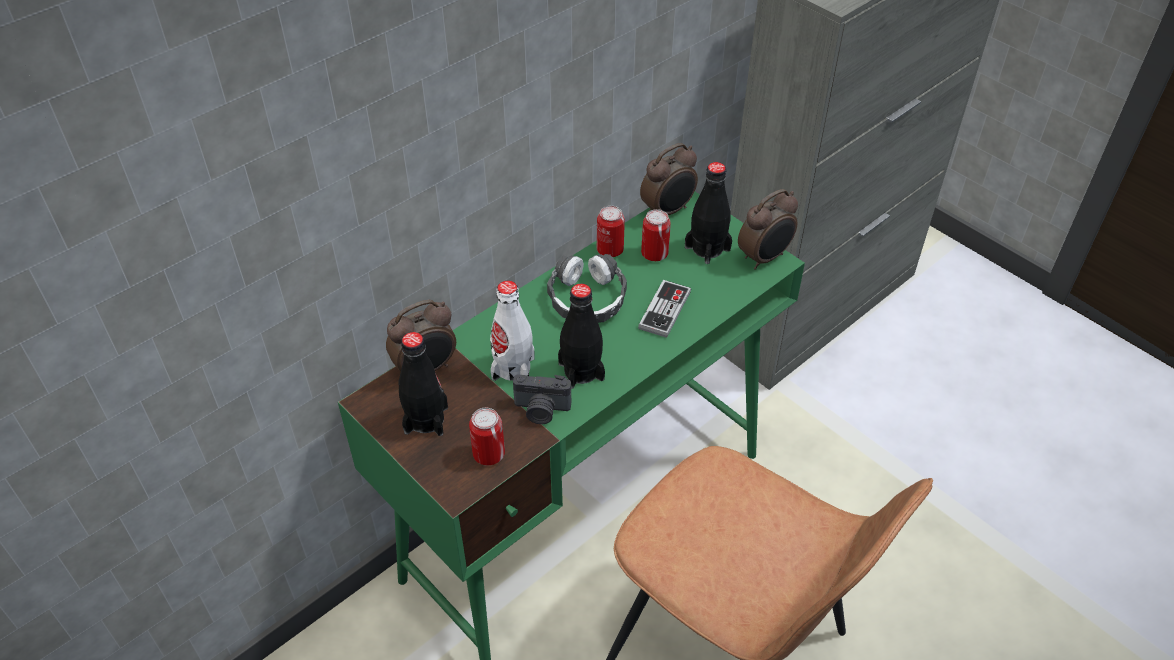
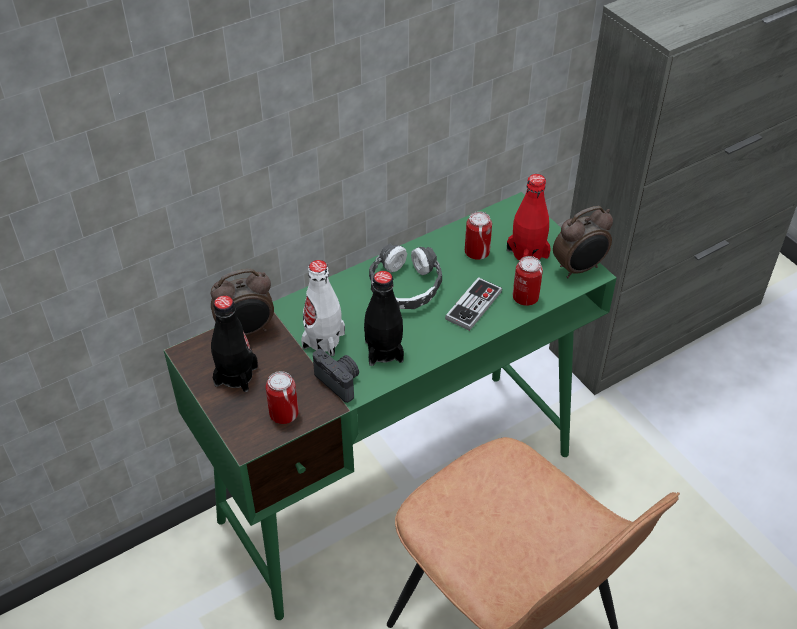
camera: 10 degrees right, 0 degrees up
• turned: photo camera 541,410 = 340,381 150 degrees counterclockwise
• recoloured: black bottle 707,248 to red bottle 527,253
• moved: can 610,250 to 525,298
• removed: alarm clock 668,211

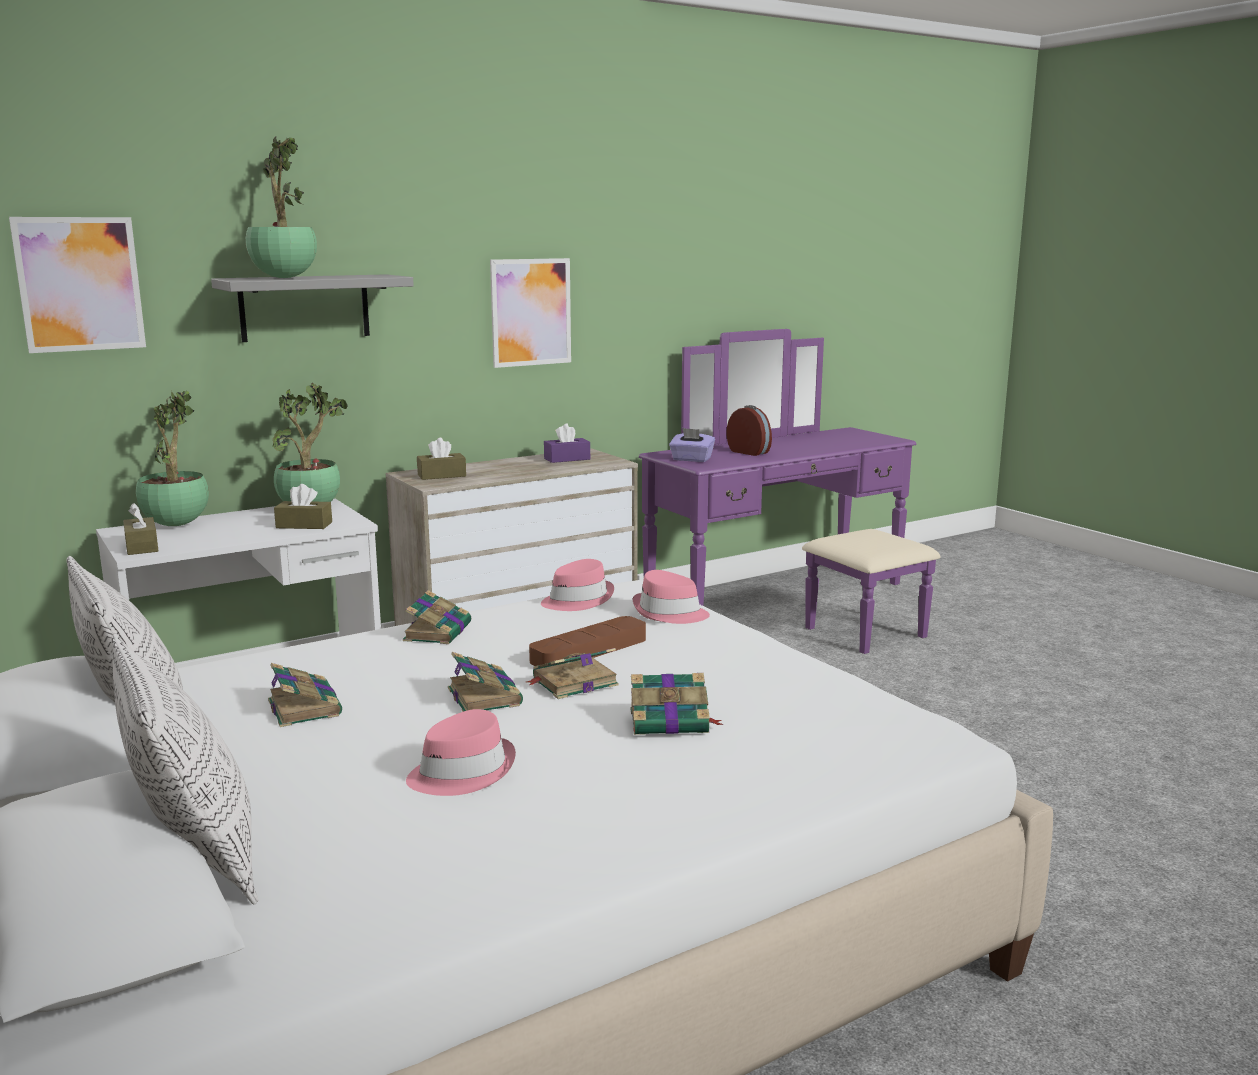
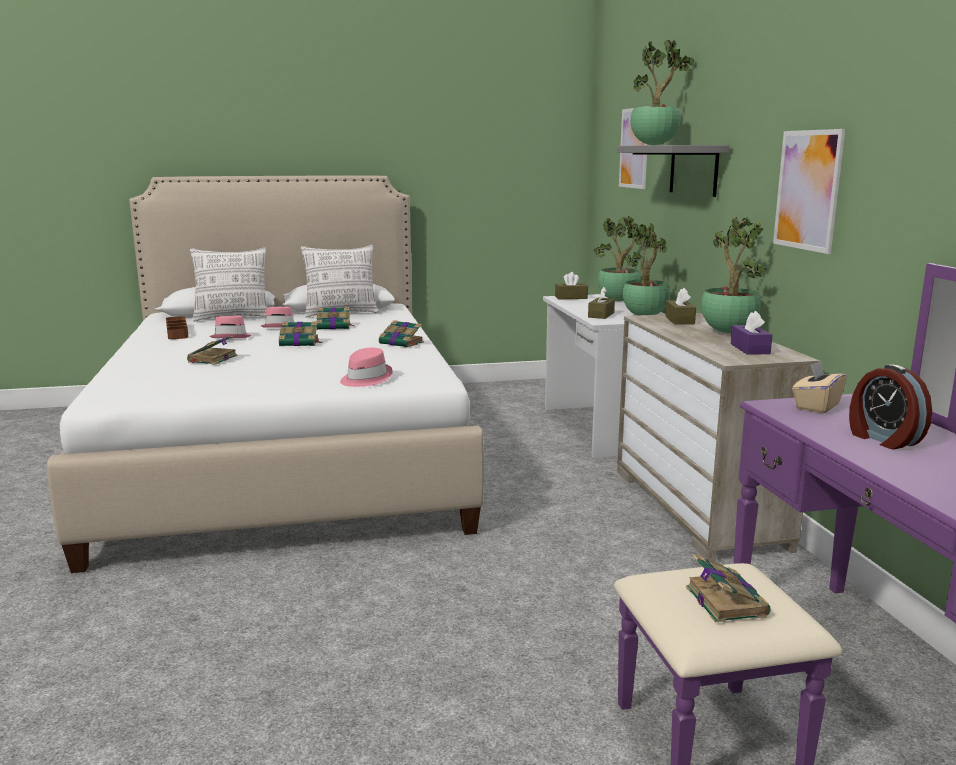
camera: 110 degrees right, 0 degrees up
• moved: brown tray 589,650 to 177,331
• moved: pink hat 577,600 to 281,326
• moved: book 573,682 to 725,600
• added: potted plant 727,332
• recoloured: purple tissue box 691,459 to beige tissue box 816,406
• turned: alarm clock 749,452 = 883,439 90 degrees clockwise

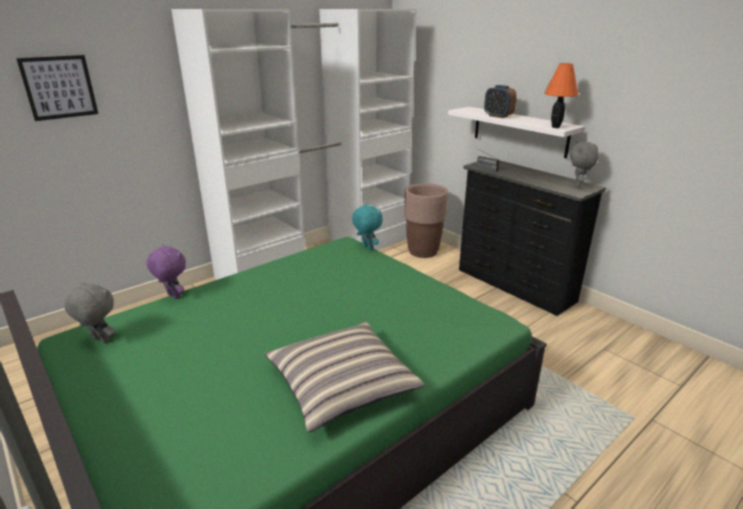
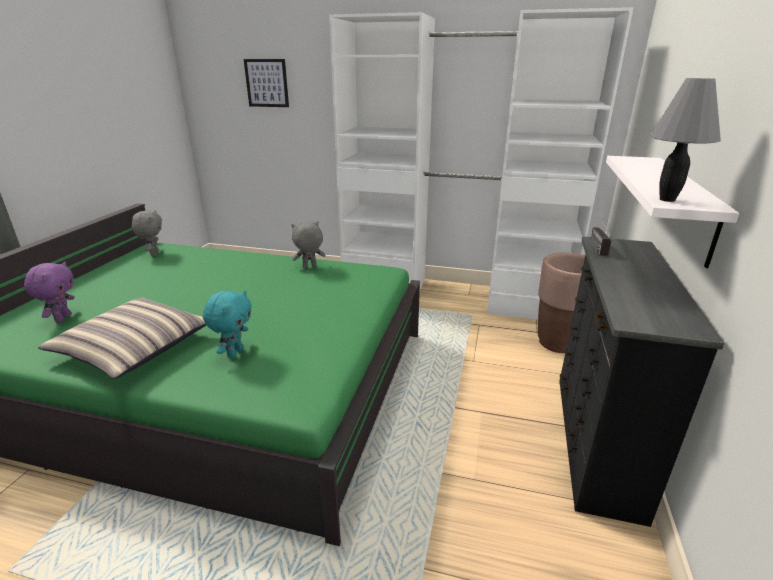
camera: 55 degrees right, 0 degrees up
• moved: purple plush toy 172,296 to 62,318
• moved: turquoise plush toy 367,247 to 234,352
• moved: grey plush toy 578,186 to 309,267
• recoloured: orange table lamp 556,127 to grey table lamp 667,200
• removed: alarm clock 498,116

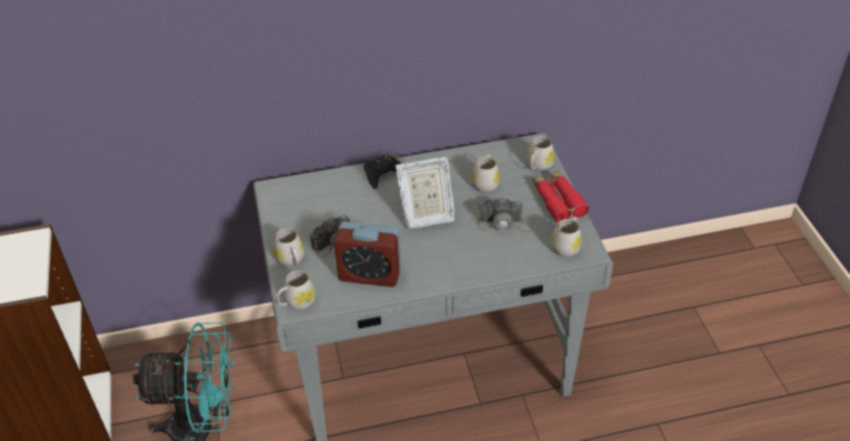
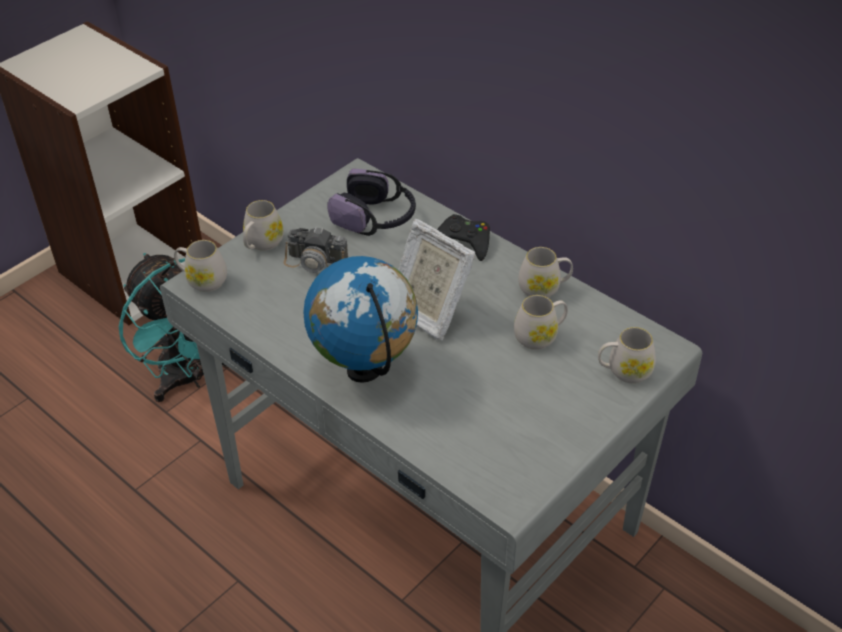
camera: 55 degrees right, 0 degrees up
• added: globe 365,370
• added: headphones 376,218
• moved: white mug 567,245 to 544,288
• removed: alarm clock 370,274
• removed: photo camera 505,223
• removed: red binoculars 557,201

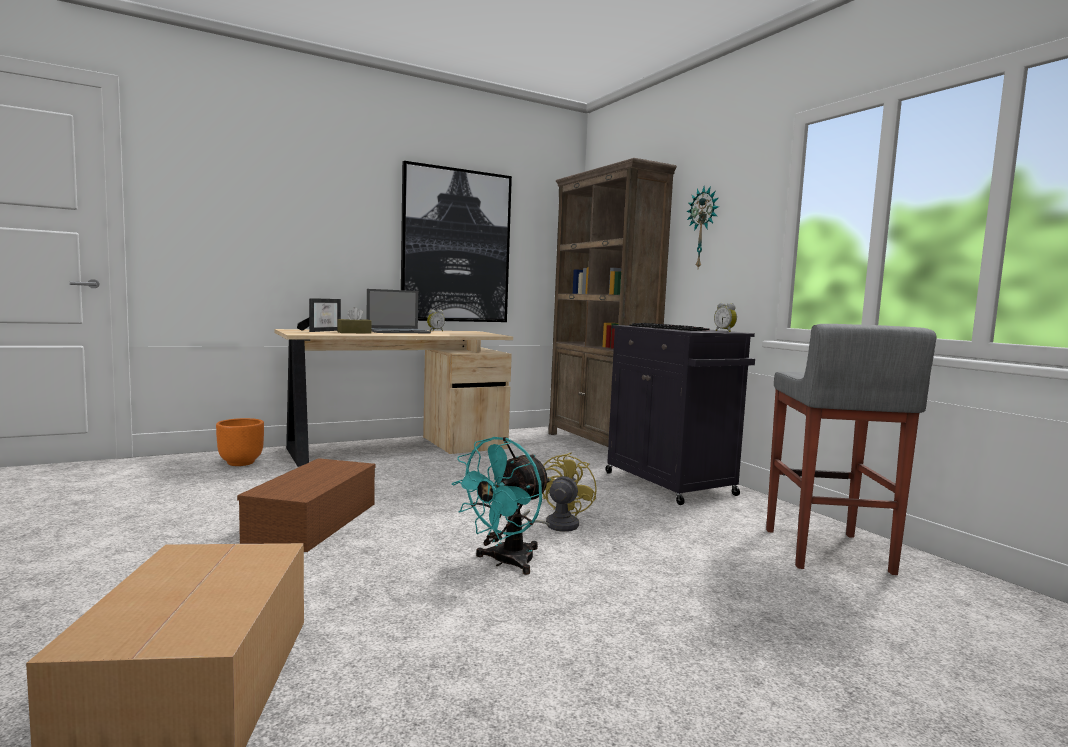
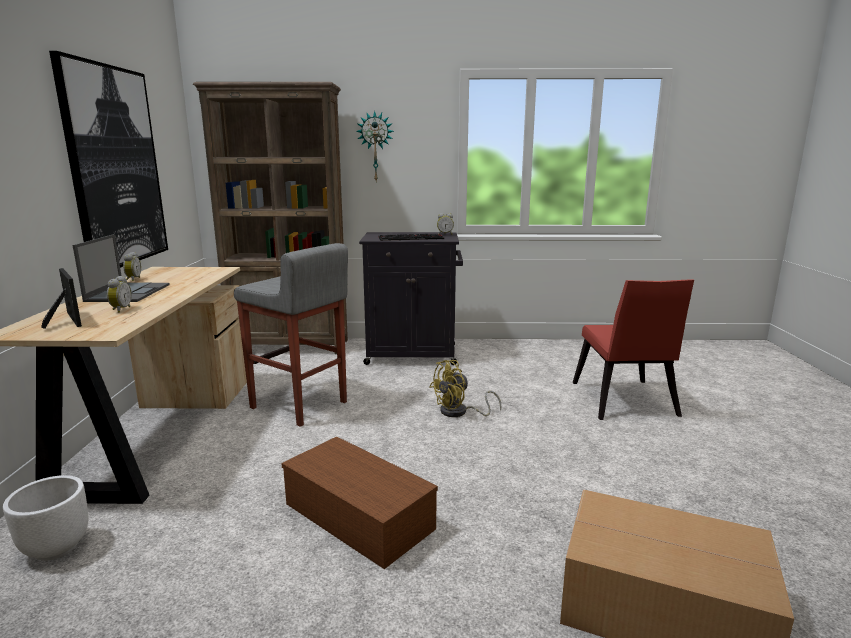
camera: 60 degrees left, 10 degrees up
• recoloured: orange planter 241,463 to white planter 57,548
• replaced: brown tissue box 354,332 to alarm clock 120,310
• moved: grey stool 825,551 to 299,405
• turned: yellow fan 554,526 = 459,412 90 degrees counterclockwise
• added: red chair 624,402
• removed: turquoise fan 505,562

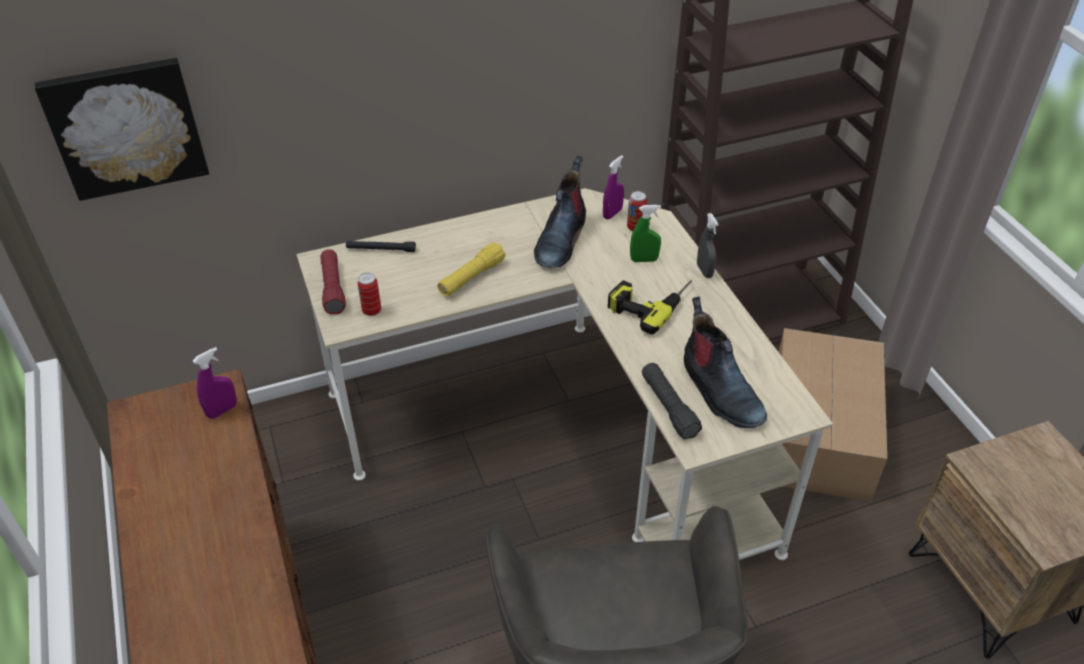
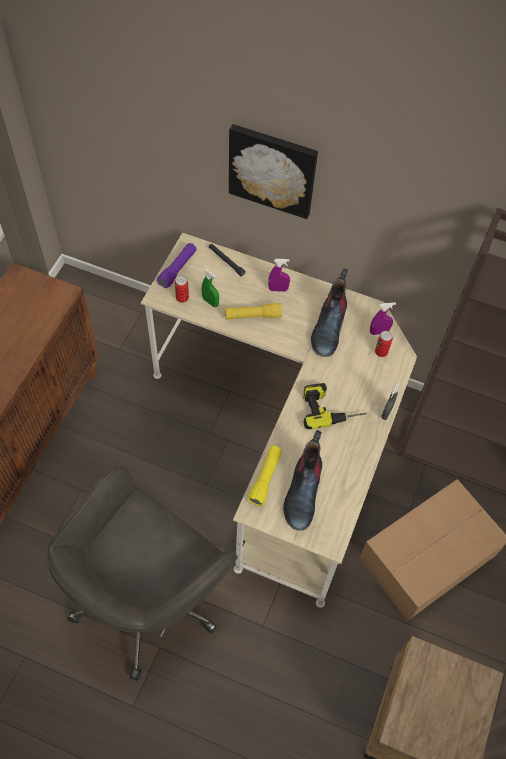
camera: 40 degrees right, 15 degrees up
• recoloured: red flashlight 333,288 to purple flashlight 178,269
• moved: green spray bottle 644,260 to 210,302
• moved: picture 126,127 to 272,169
• recoloured: black flashlight 668,407 to yellow flashlight 265,478
• moved: purple spray bottle 222,410 to 278,289
• turned: boot 560,239 = 329,327 45 degrees counterclockwise

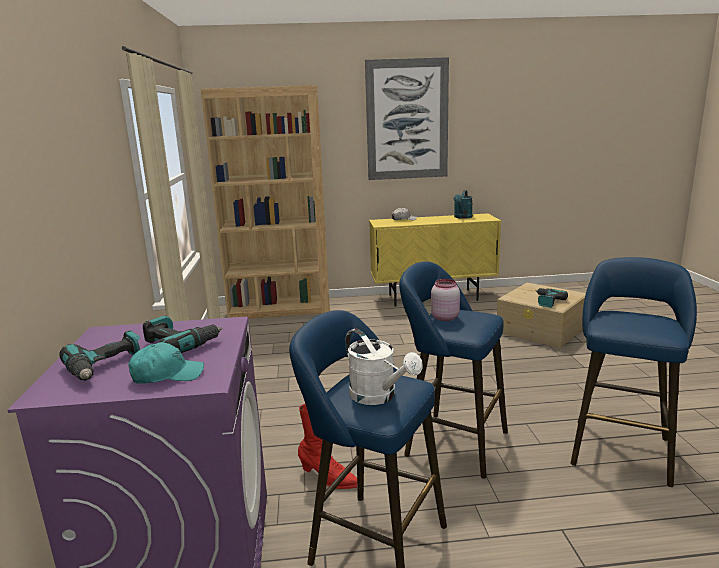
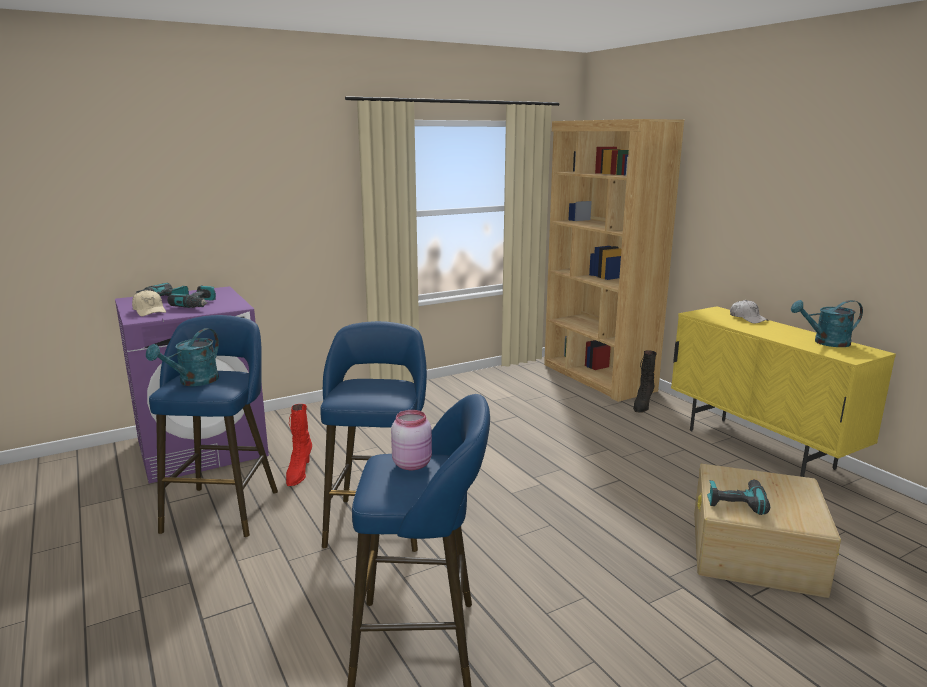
camera: 65 degrees right, 0 degrees up
• recoloured: turquoise cap 167,375 to beige cap 149,311
• recoloured: white watering can 379,397 to turquoise watering can 193,382
• moved: pink jar 444,317 to 413,464
• added: black boot 642,405
• removed: picture 407,120

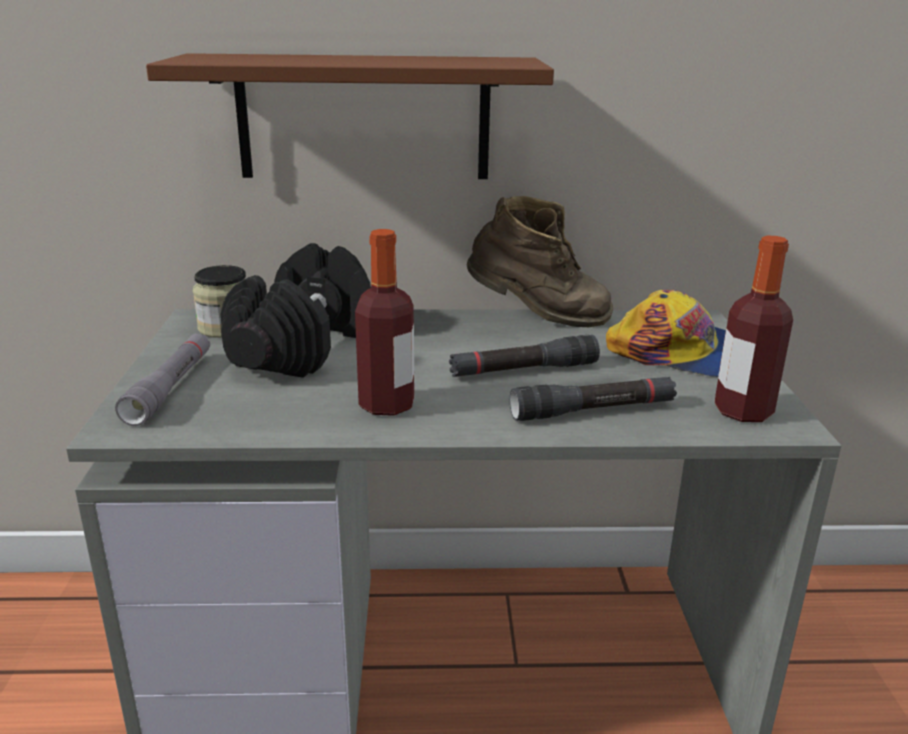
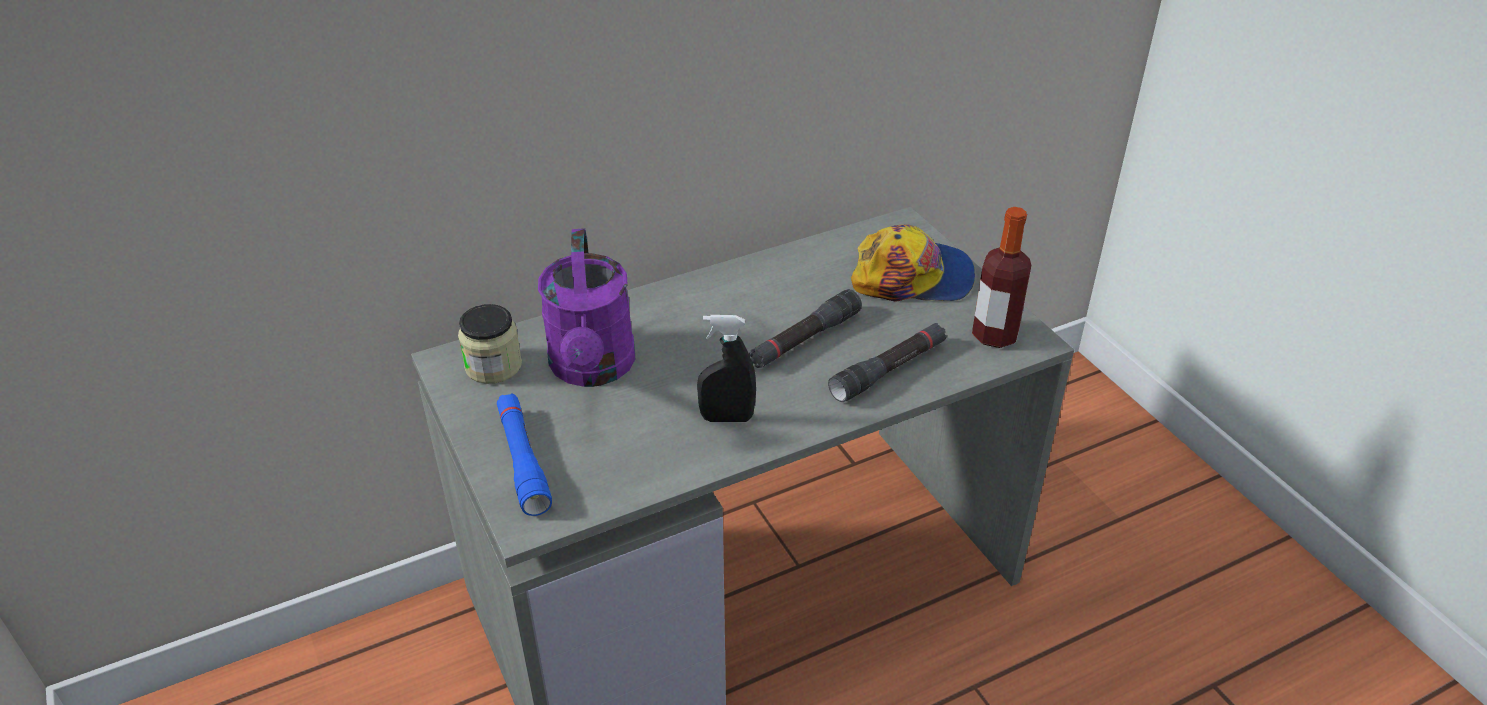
camera: 25 degrees left, 15 degrees up
• recoloured: grey flashlight 170,388 to blue flashlight 523,461
• replaced: black dumbbell 303,347 to purple watering can 593,369
• replaced: bottle 386,405 to black spray bottle 727,418
• removed: brown shelf 364,118
• removed: brown boot 538,318

